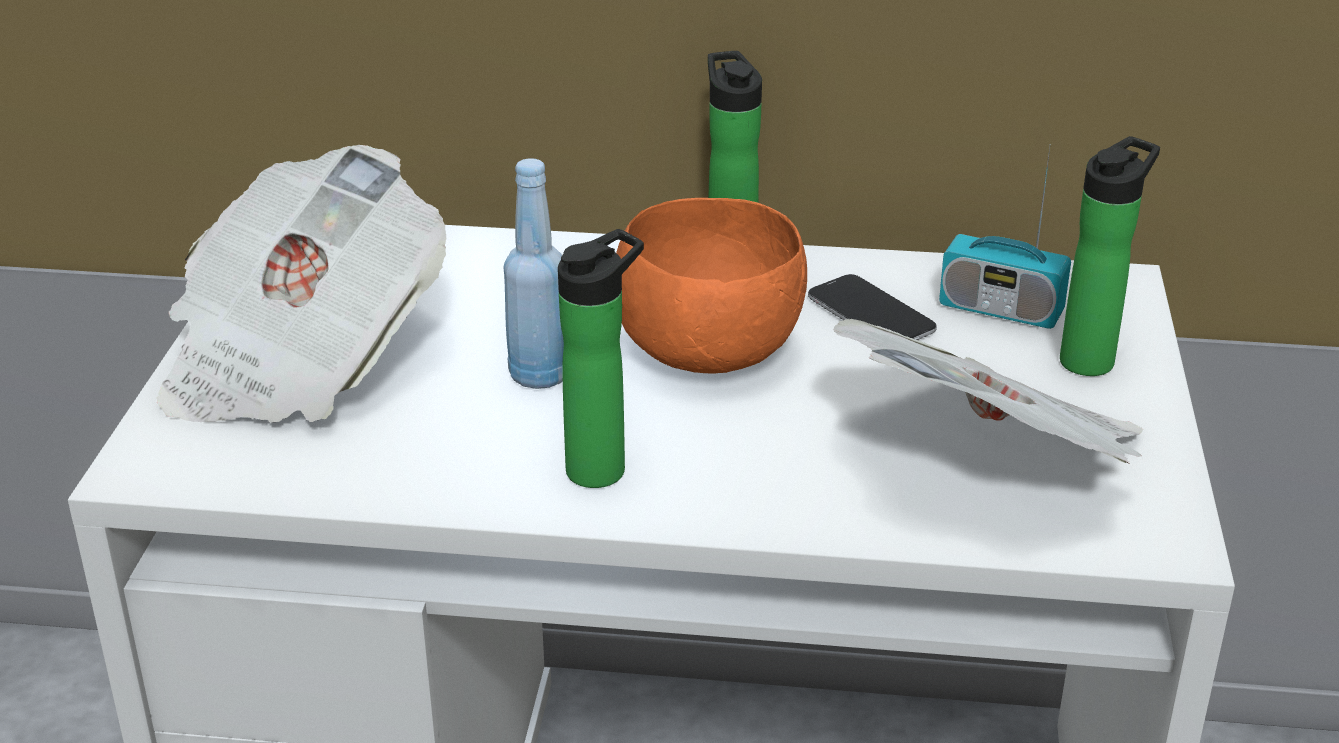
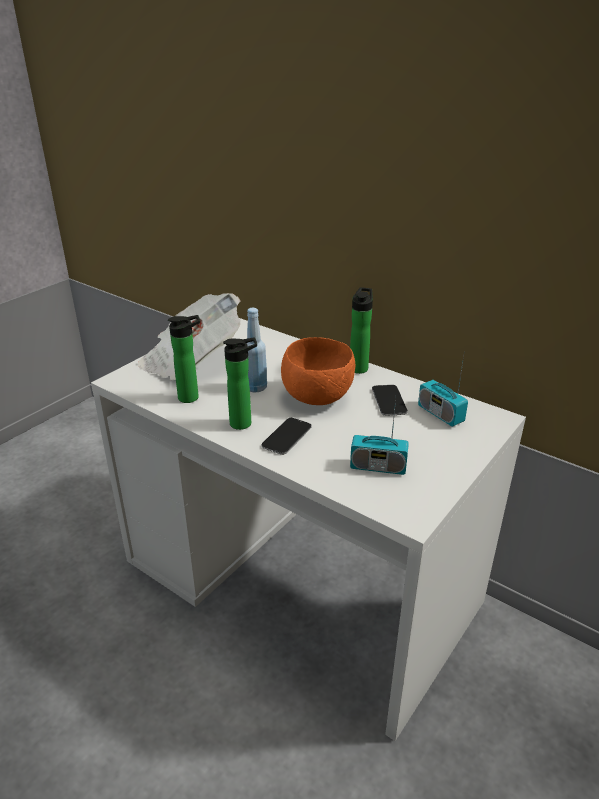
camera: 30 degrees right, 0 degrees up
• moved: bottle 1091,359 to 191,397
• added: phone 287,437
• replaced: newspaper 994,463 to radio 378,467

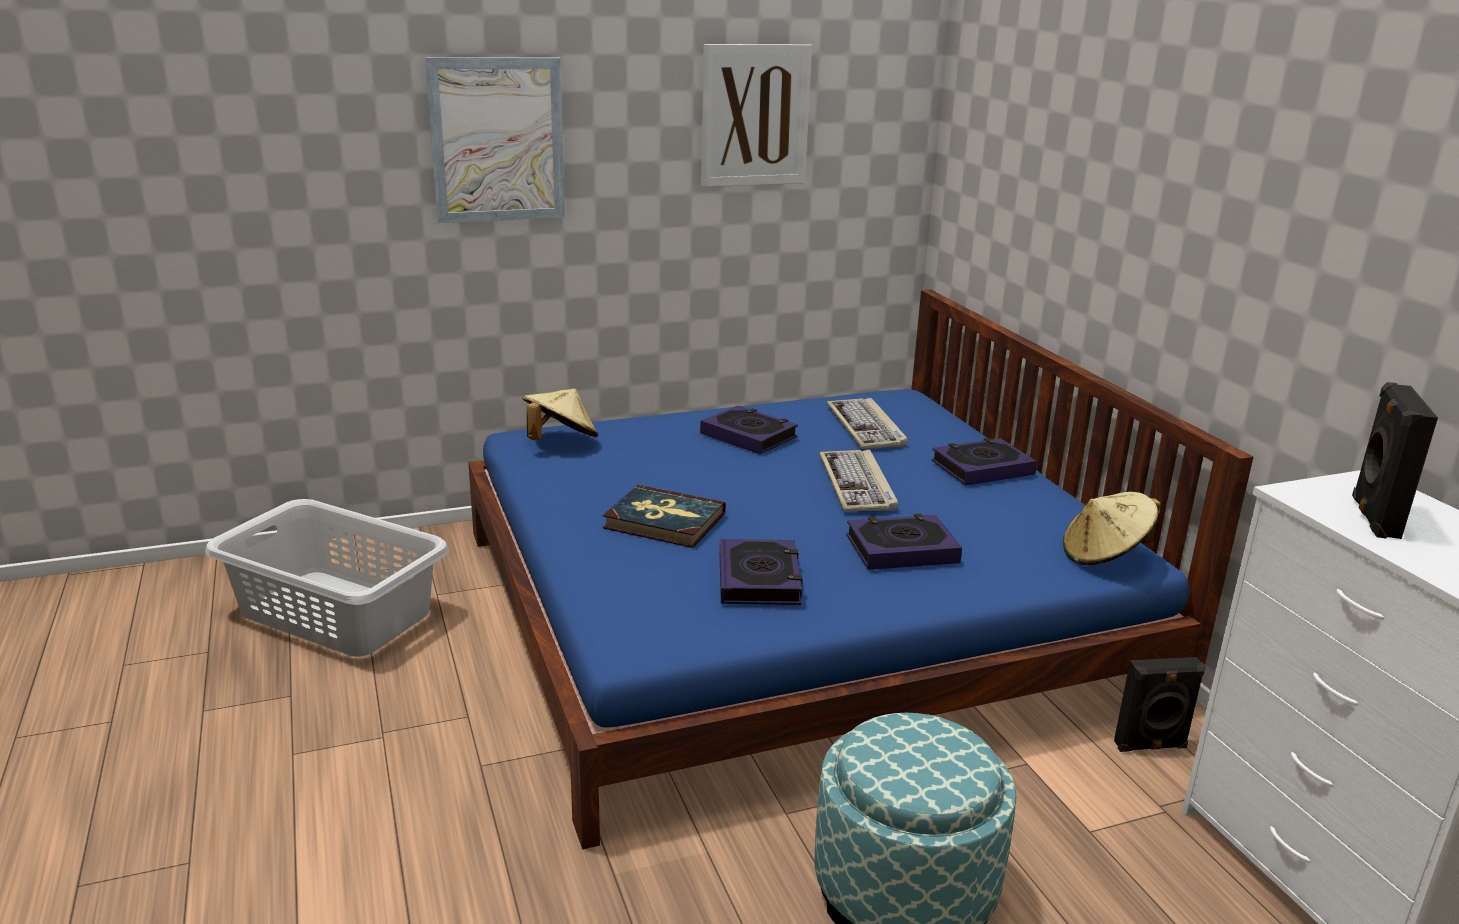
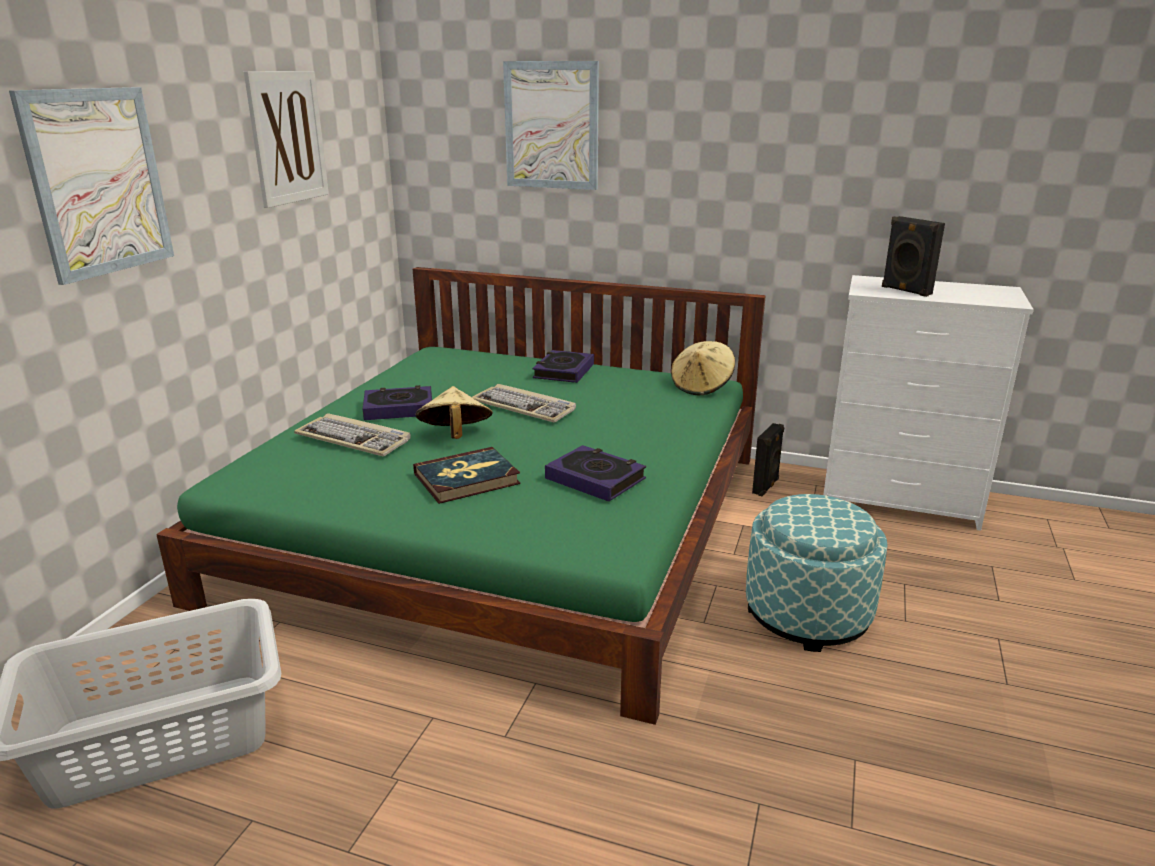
camera: 50 degrees left, 0 degrees up
• recoloured: blue bed 793,610 to green bed 507,521
• moved: keyboard 866,427 to 355,439
• moved: beige hat 560,441 to 455,436
• added: picture 551,126
• removed: book 901,549

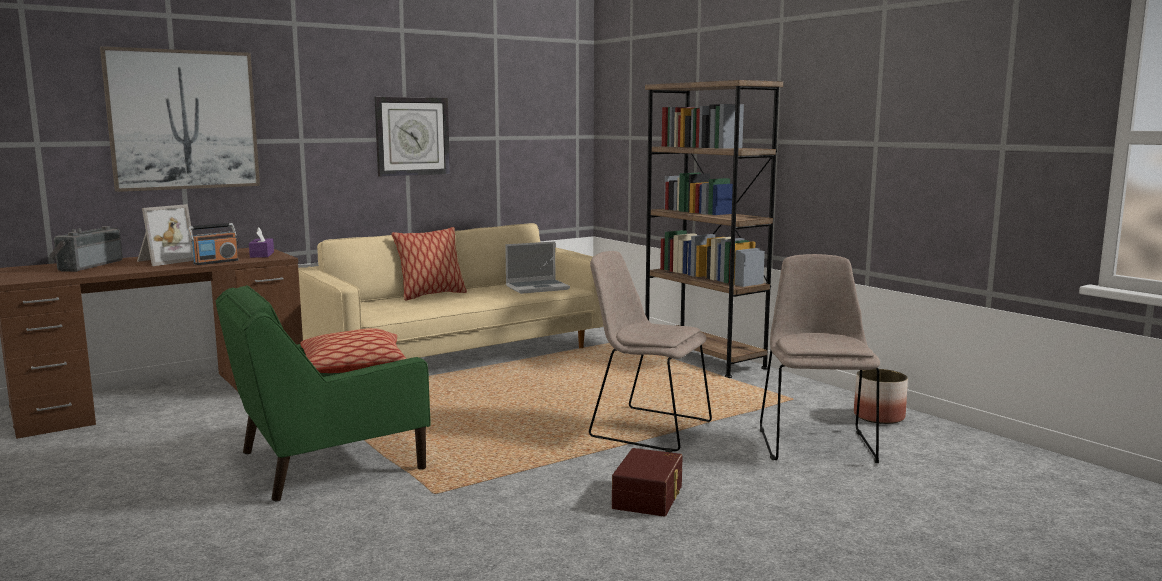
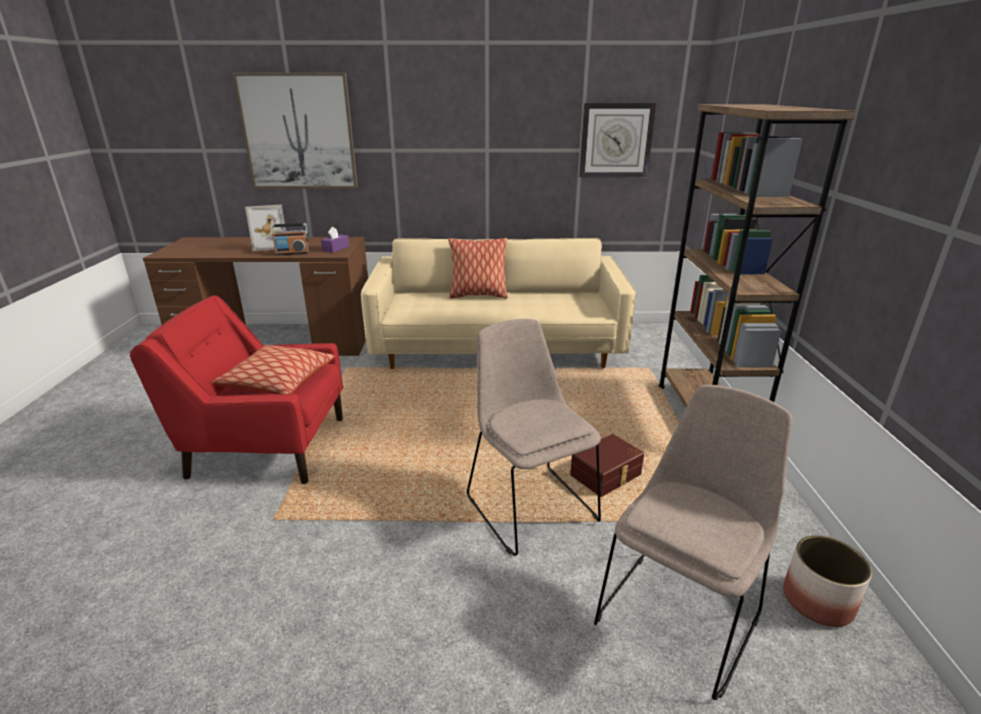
camera: 35 degrees right, 15 degrees up
• recoloured: green armchair 328,462 to red armchair 266,446
• moved: brown storage box 649,497 to 607,476
• moved: wall clock 412,136 to 616,140
• removed: radio 87,266
• removed: laptop 537,288

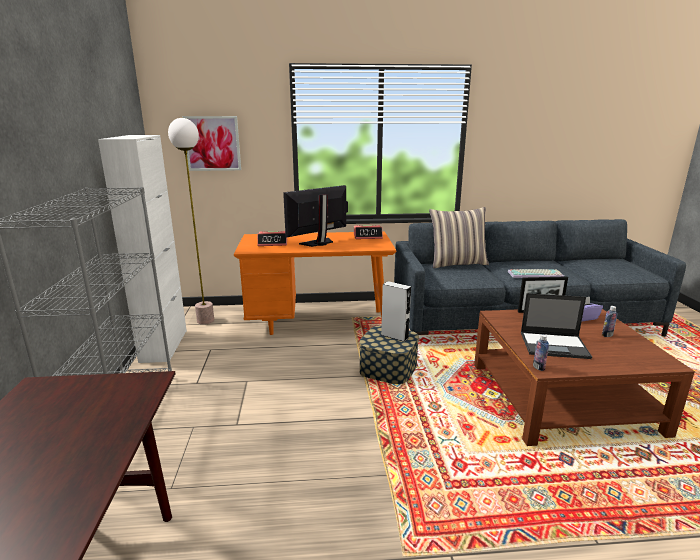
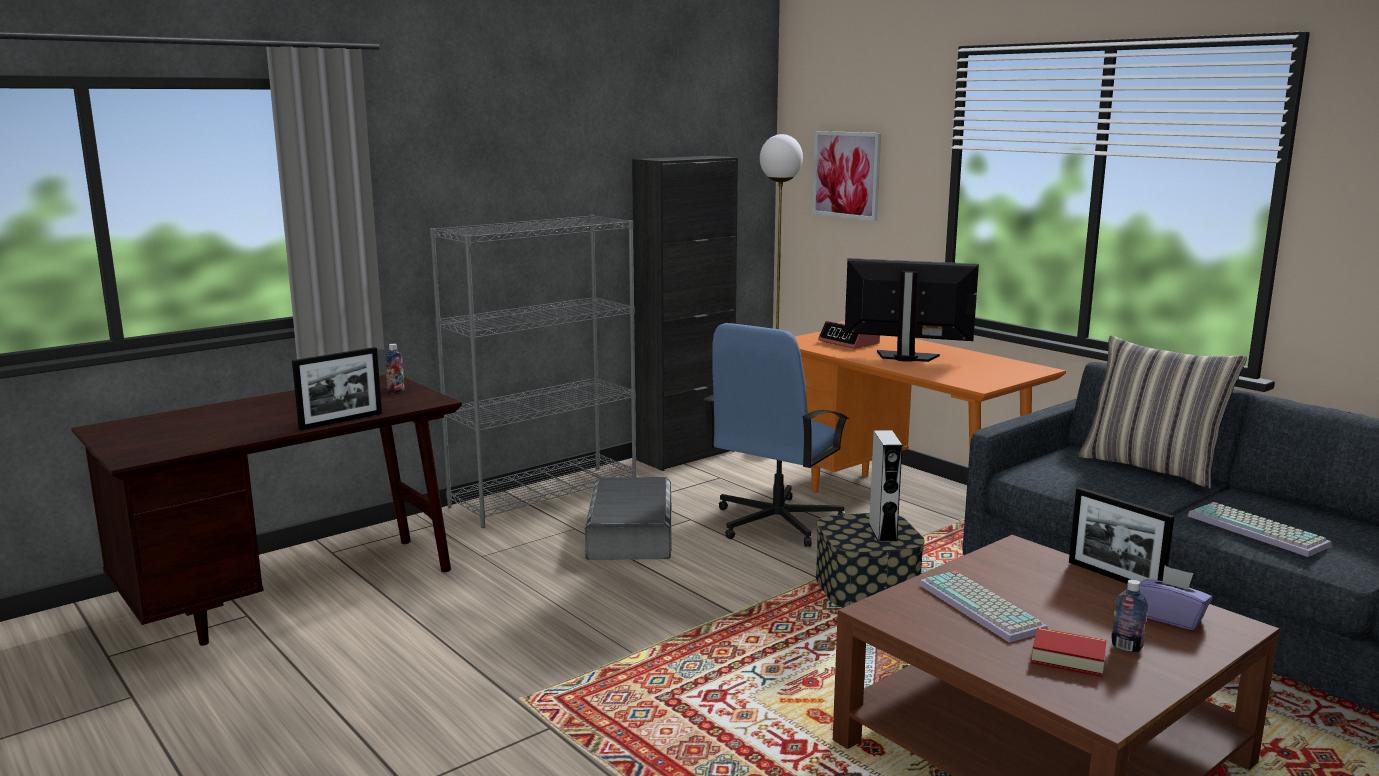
camera: 55 degrees right, 5 degrees down
• added: picture frame 341,421
• moved: bottle 538,367 to 396,391
• added: grey storage box 630,532
• recoloured: white cabinet 164,346 to black cabinet 686,455
• added: blue office chair 775,523
• replaced: laptop 555,345 to keyboard 983,607
• added: book 1068,659
• removed: alarm clock 368,236

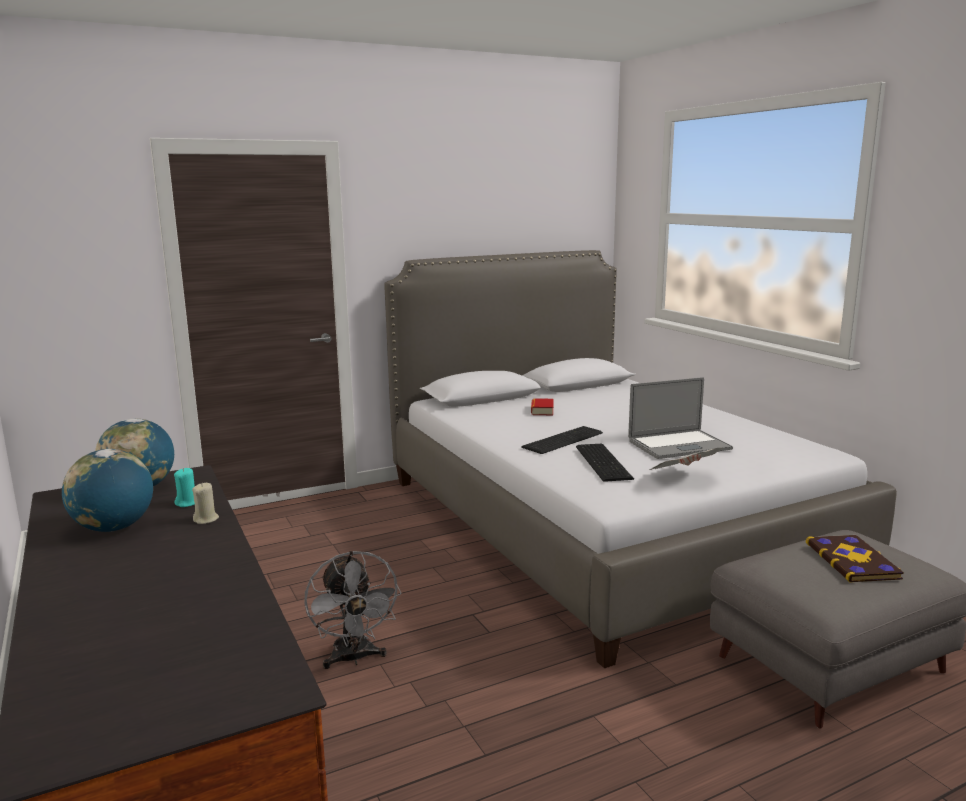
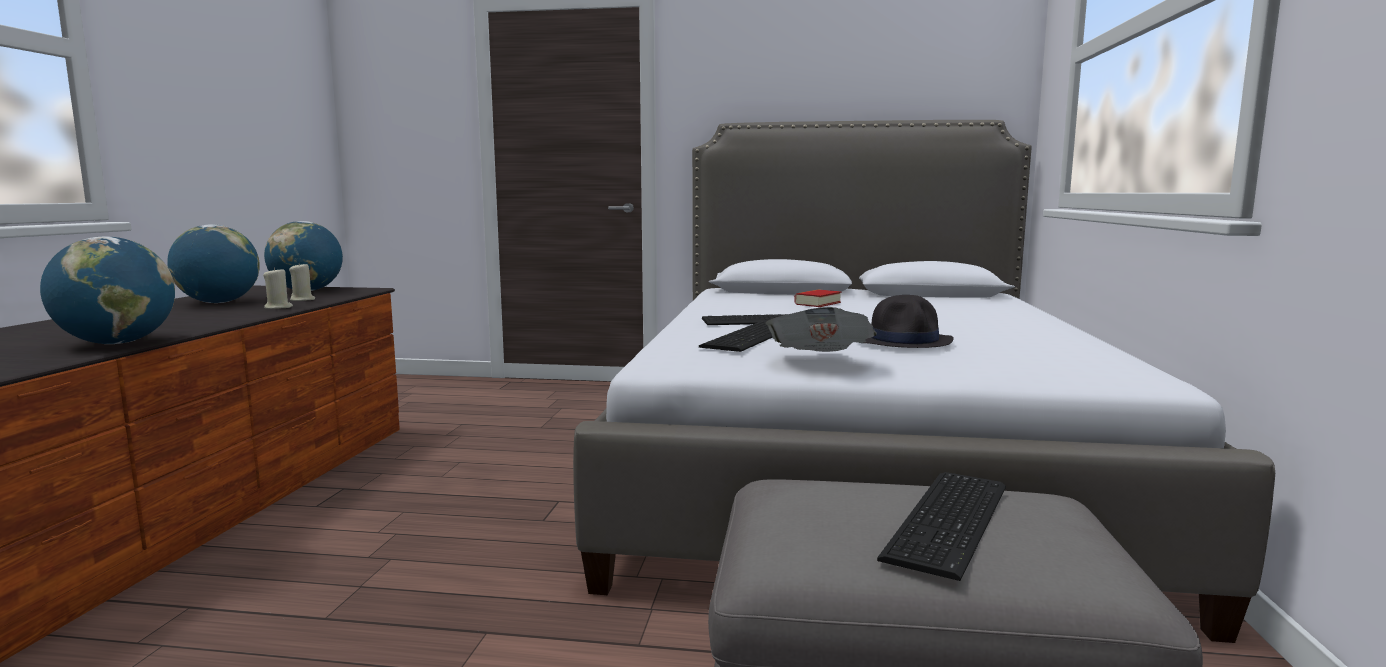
camera: 35 degrees right, 5 degrees down
• added: globe 117,343
• recoloured: turquoise candle 187,503 to beige candle 303,300
• replaced: laptop 679,445 to black hat 905,341
• replaced: book 853,561 to keyboard 953,520
• removed: grey fan 354,658

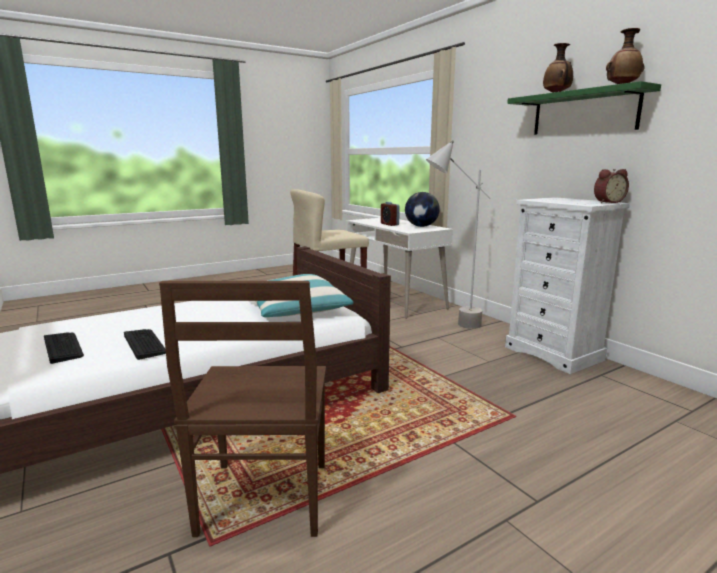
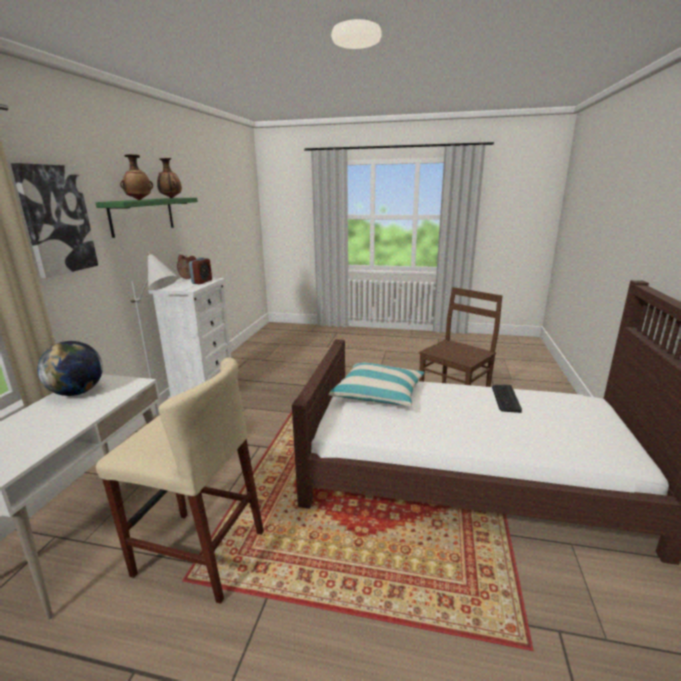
camera: 135 degrees left, 5 degrees up
• added: picture 56,220
• moved: alarm clock 389,224 to 202,282
• removed: keyboard 63,347

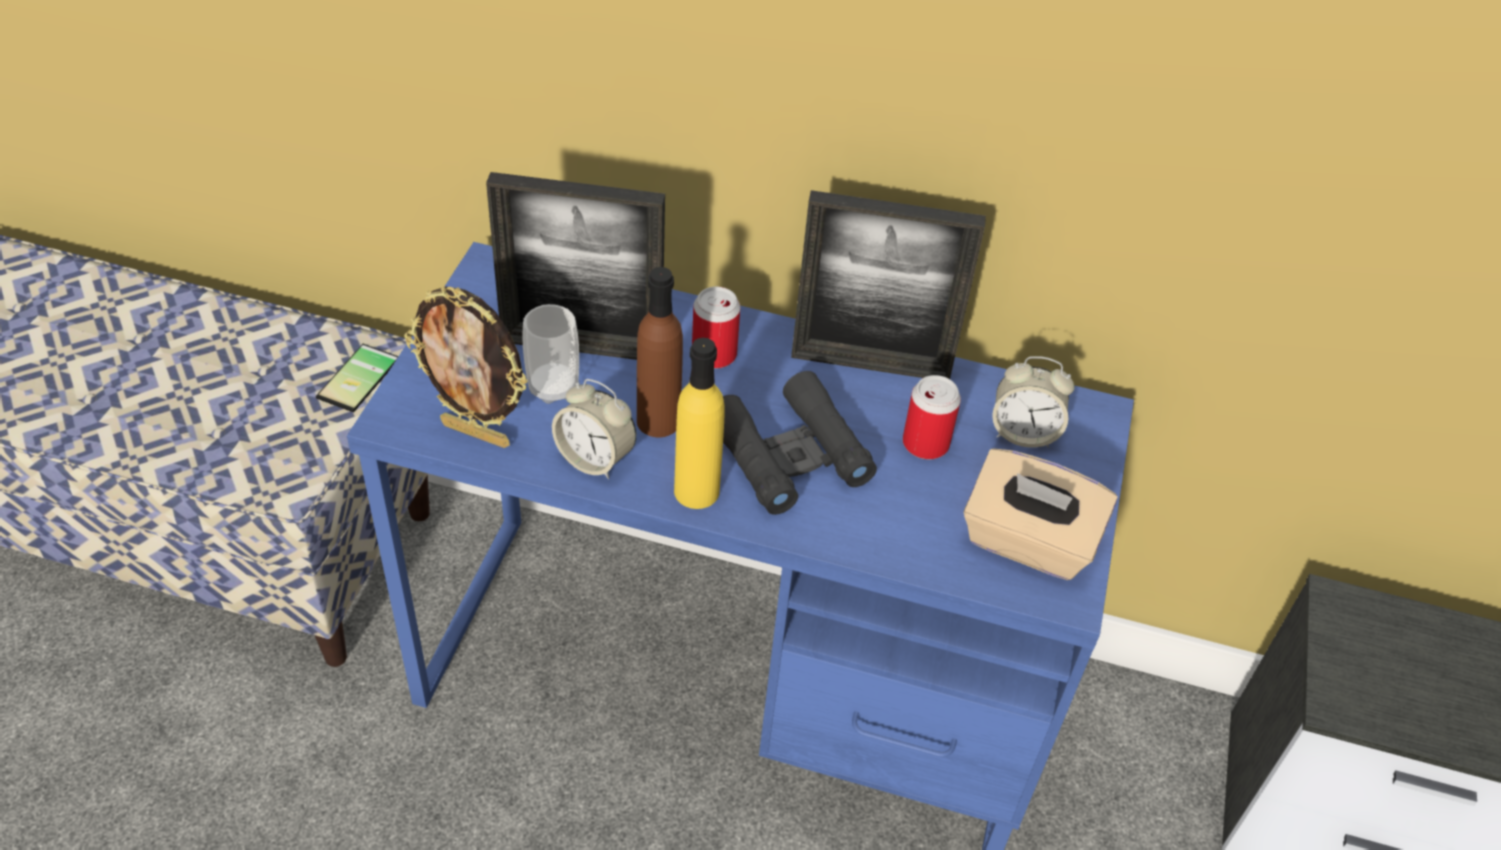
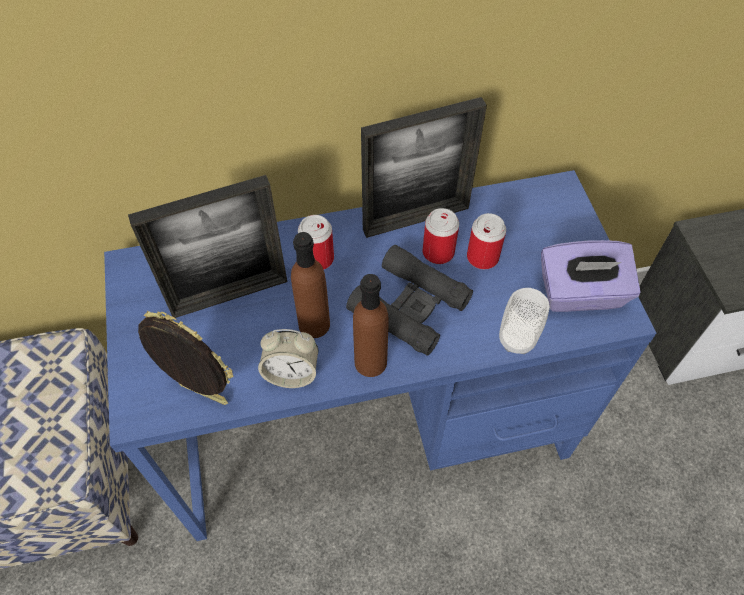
camera: 25 degrees left, 10 degrees up
• turned: picture frame 477,433 = 201,395 150 degrees counterclockwise
• recoloured: yellow bottle 696,491 to brown bottle 370,362
• added: can 438,252
• moved: cup 553,387 to 516,339
• recoloured: beige tissue box 1027,542 to purple tissue box 580,294
• removed: phone 362,379
• removed: alarm clock 1023,432

